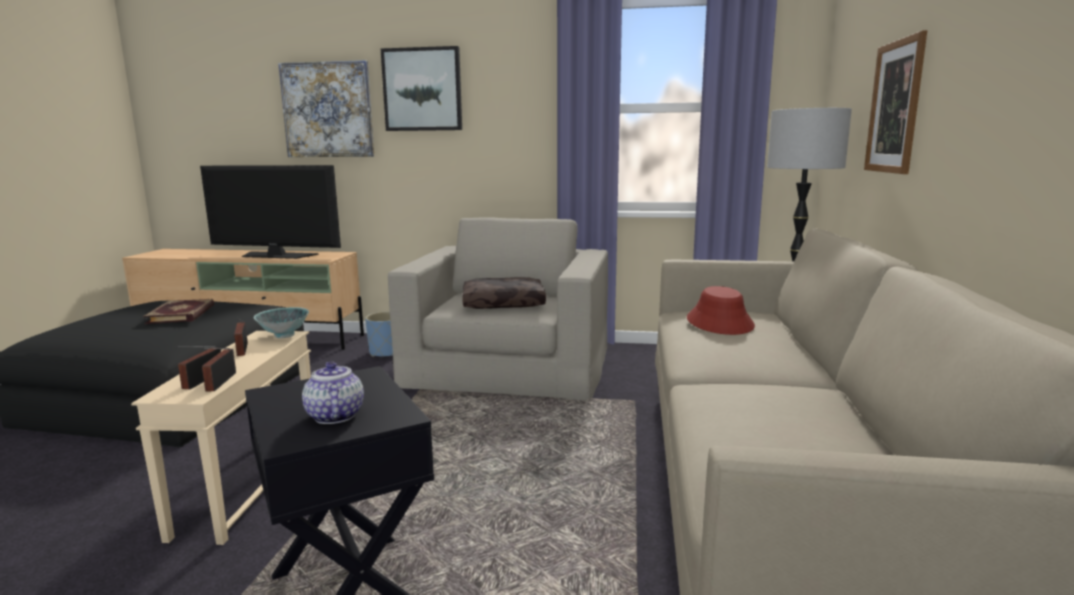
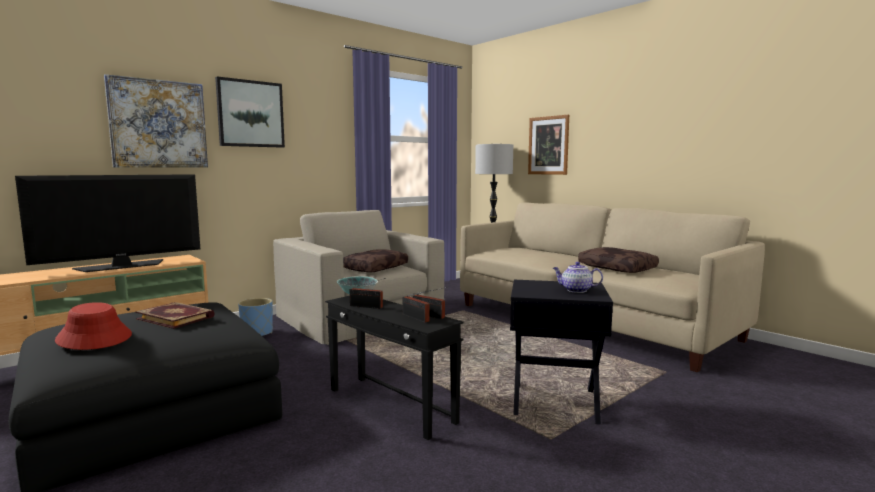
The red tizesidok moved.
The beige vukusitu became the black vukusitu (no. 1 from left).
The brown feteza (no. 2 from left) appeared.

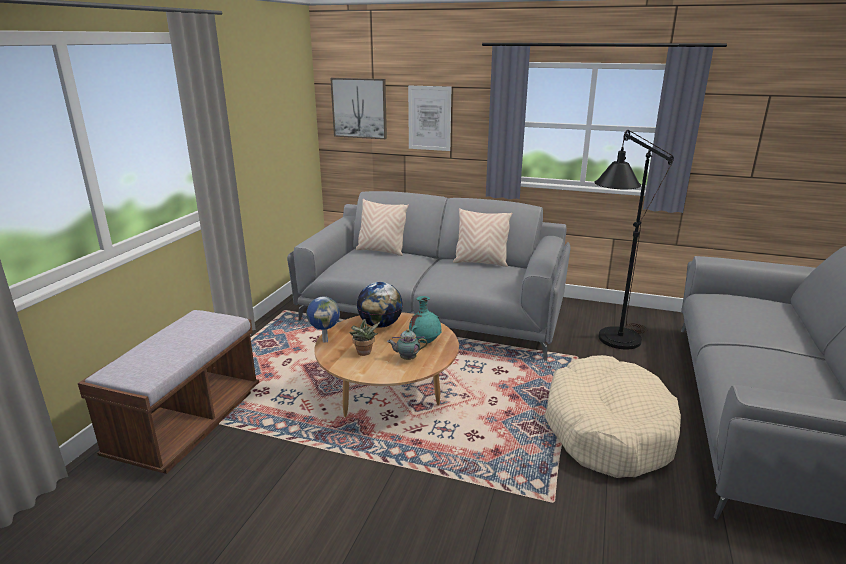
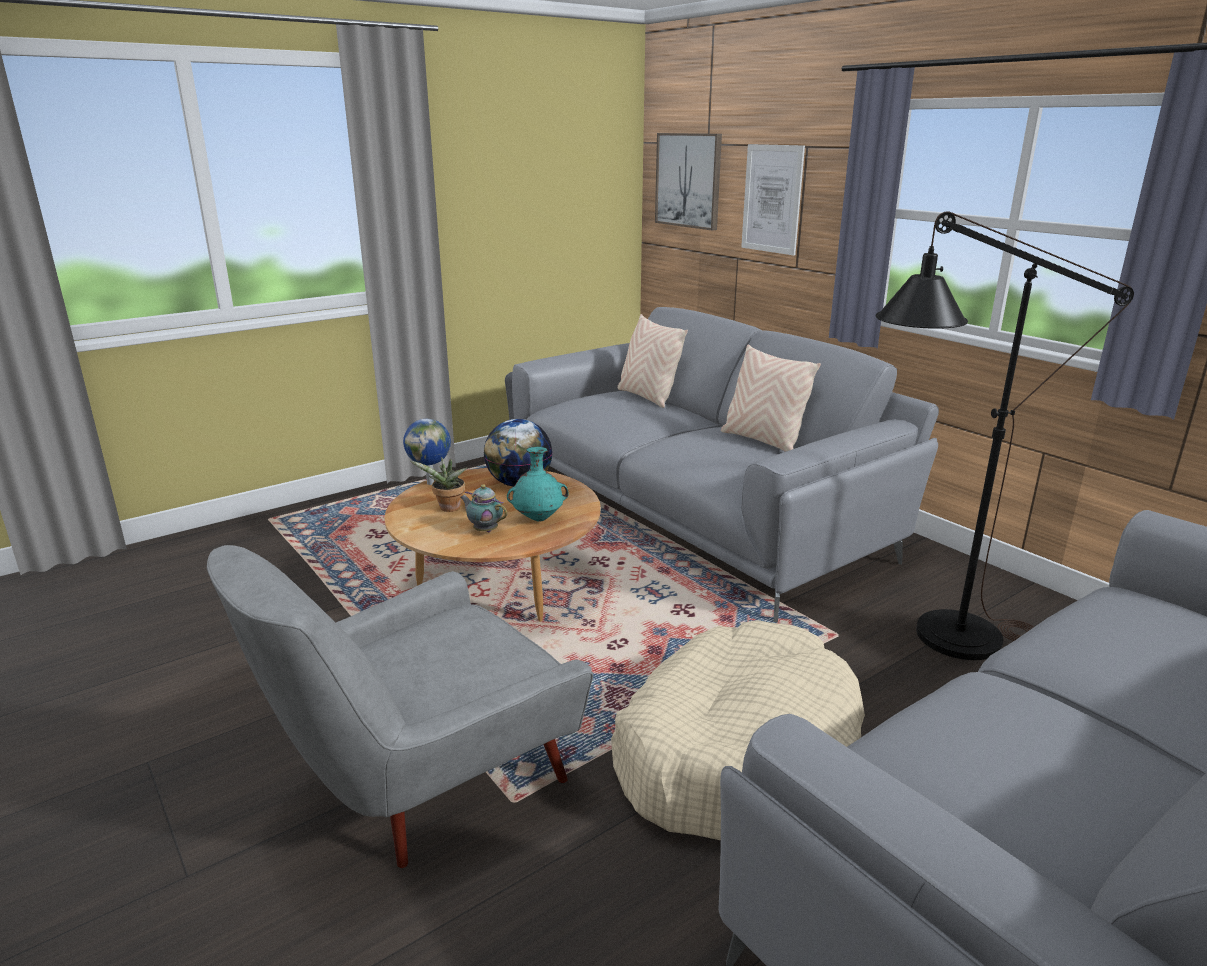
The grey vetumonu appeared.
The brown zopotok disappeared.

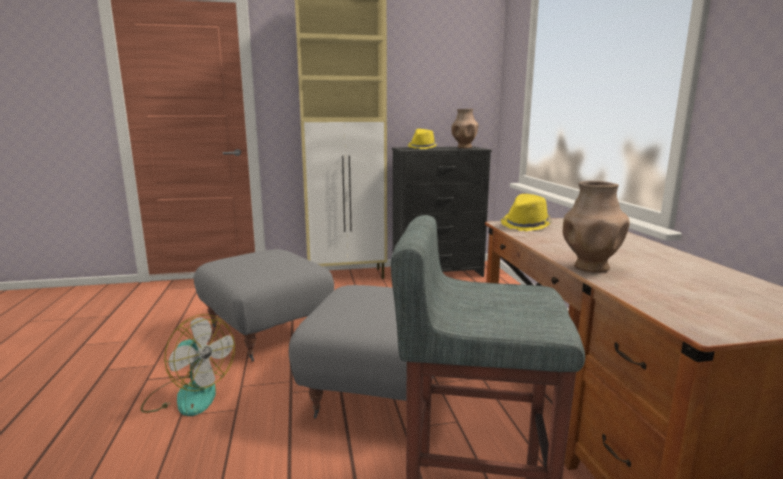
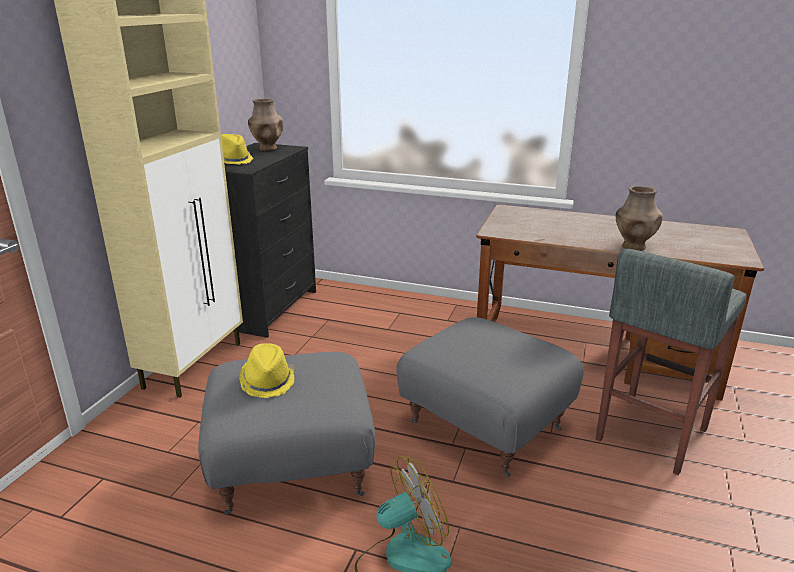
The yellow tizesidok (no. 2 from left) moved.

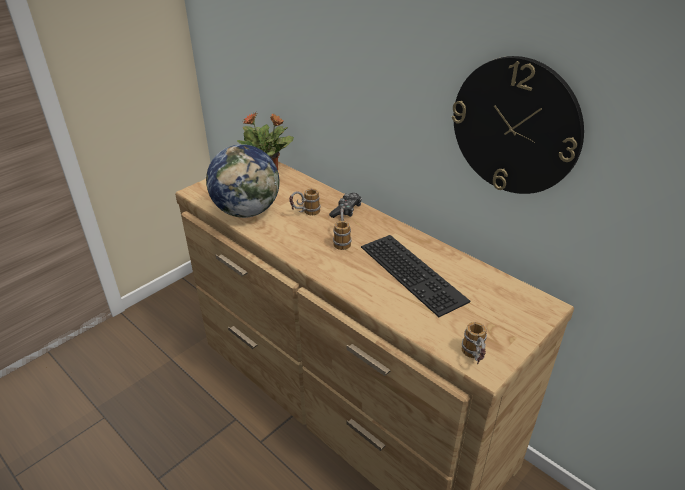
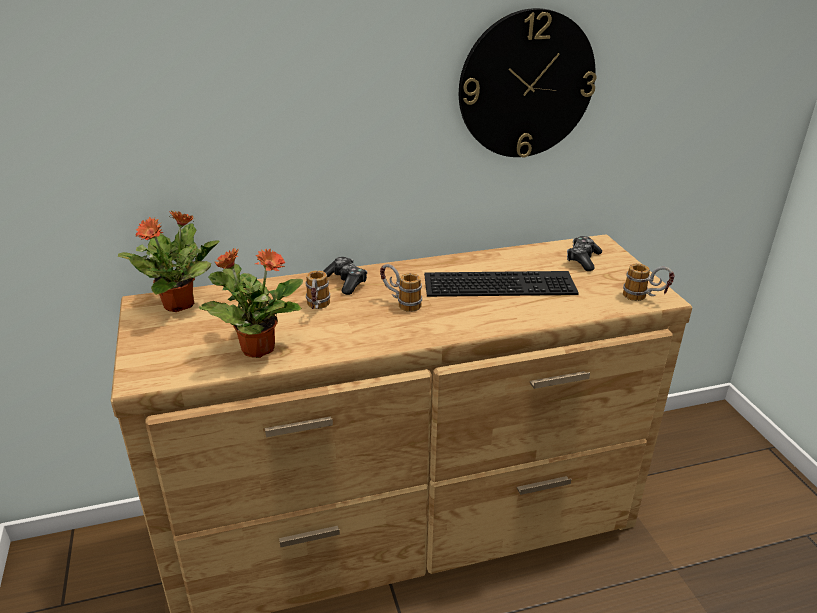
The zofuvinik was replaced by the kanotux (no. 2 from left).
The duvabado (no. 2 from left) appeared.

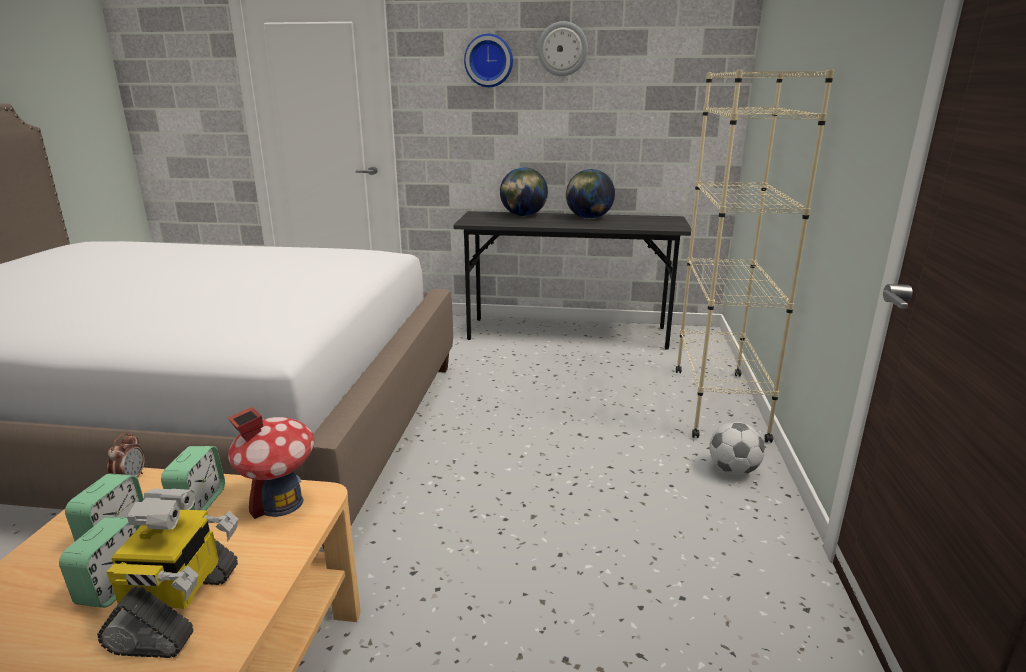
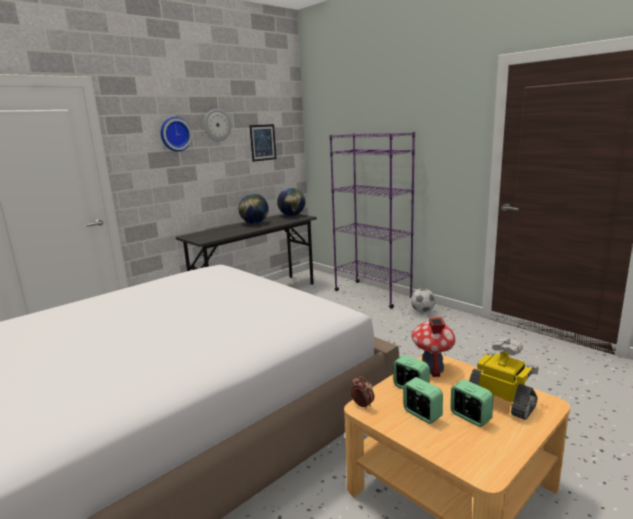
The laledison appeared.
The zofuvinik (no. 1 from left in the first image) moved.
The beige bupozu became the purple bupozu.

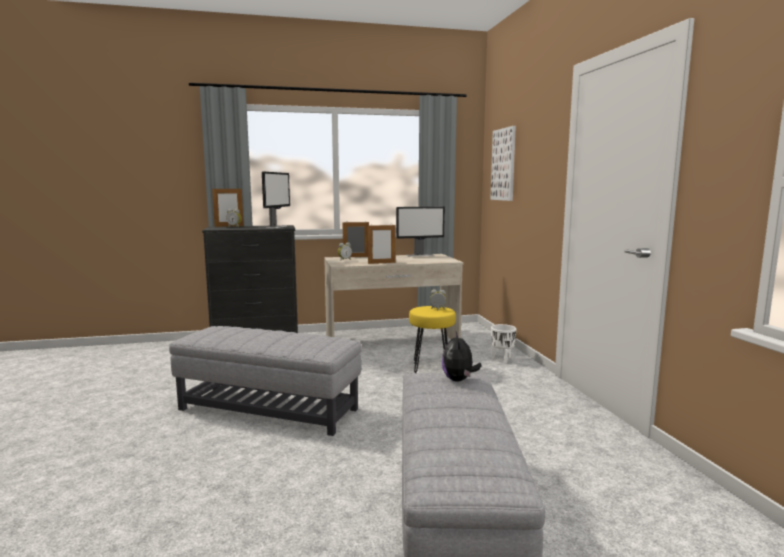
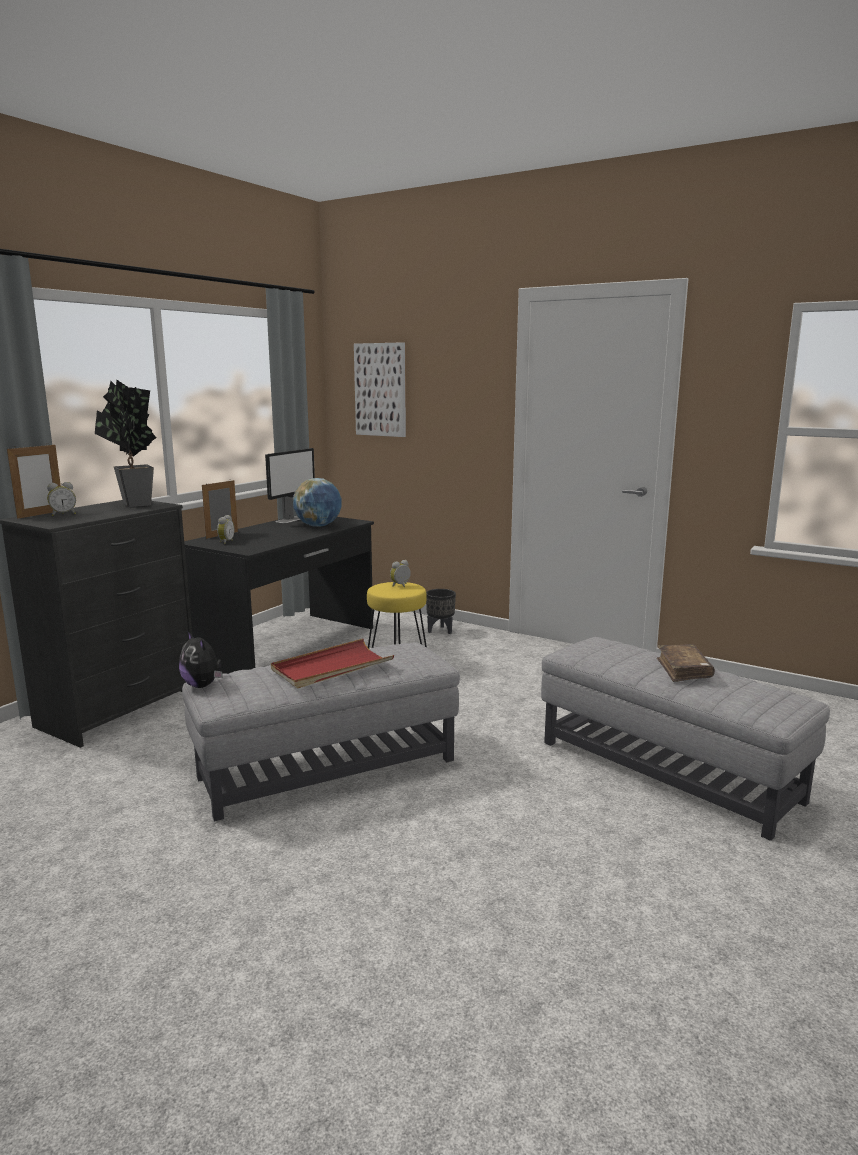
The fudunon (no. 1 from left) was replaced by the kanotux.
The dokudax moved.
The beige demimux became the black demimux.
The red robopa appeared.
The zofuvinik appeared.
The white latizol became the black latizol.
The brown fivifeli appeared.
The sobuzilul (no. 3 from left) disappeared.

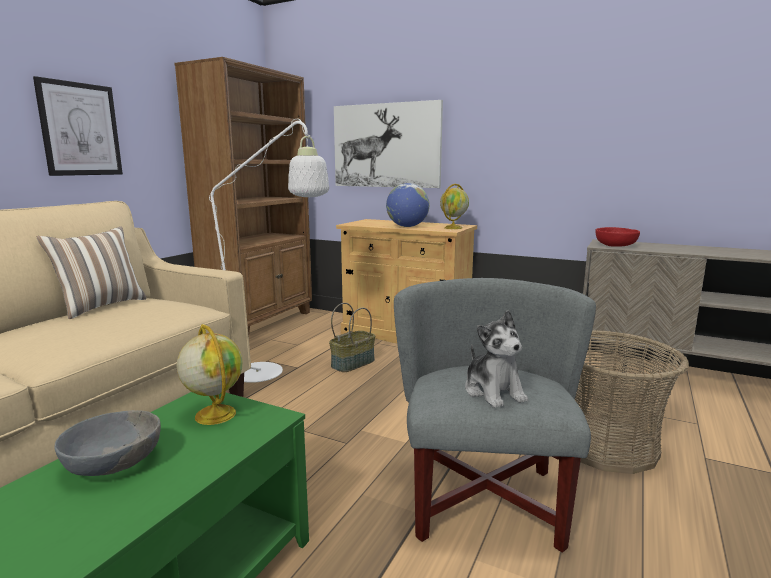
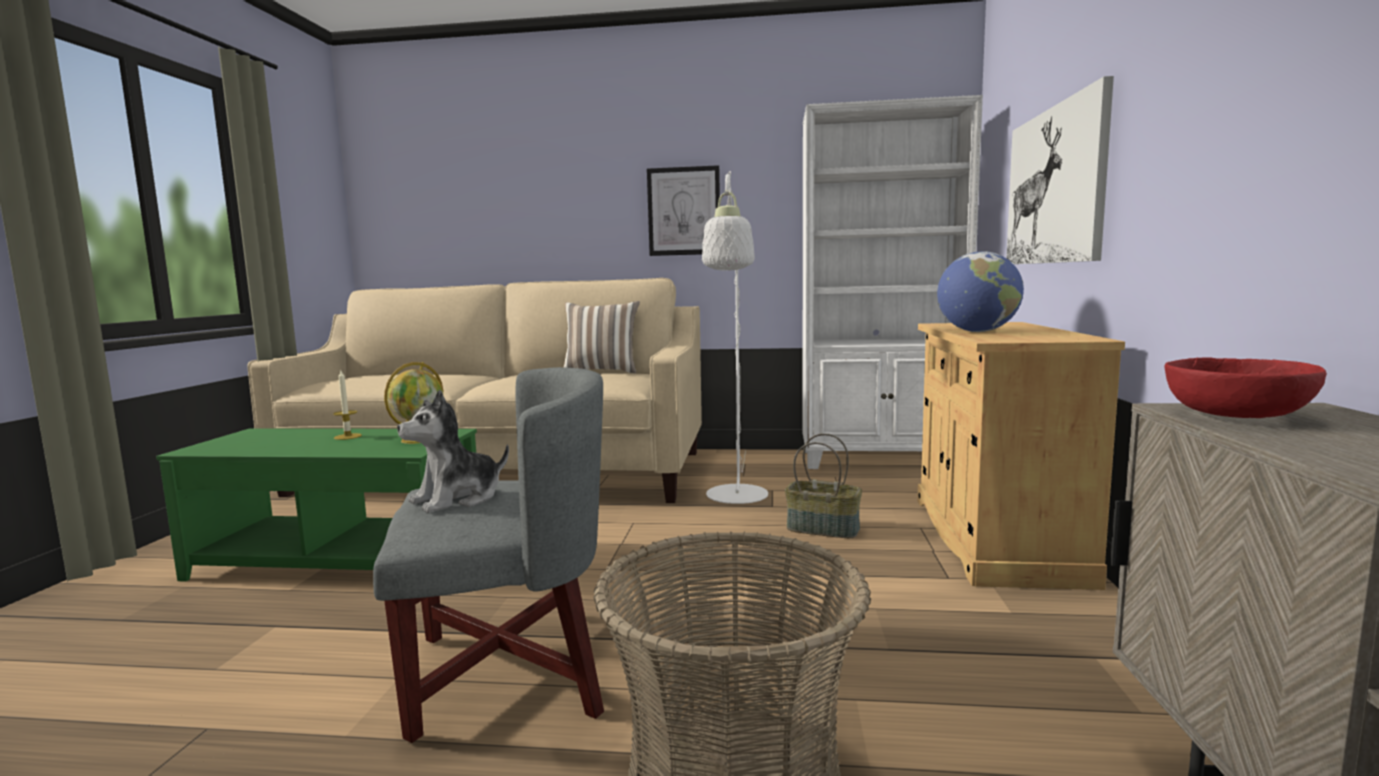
The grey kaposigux was replaced by the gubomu.
The brown bupozu became the white bupozu.
The zofuvinik (no. 3 from left) disappeared.

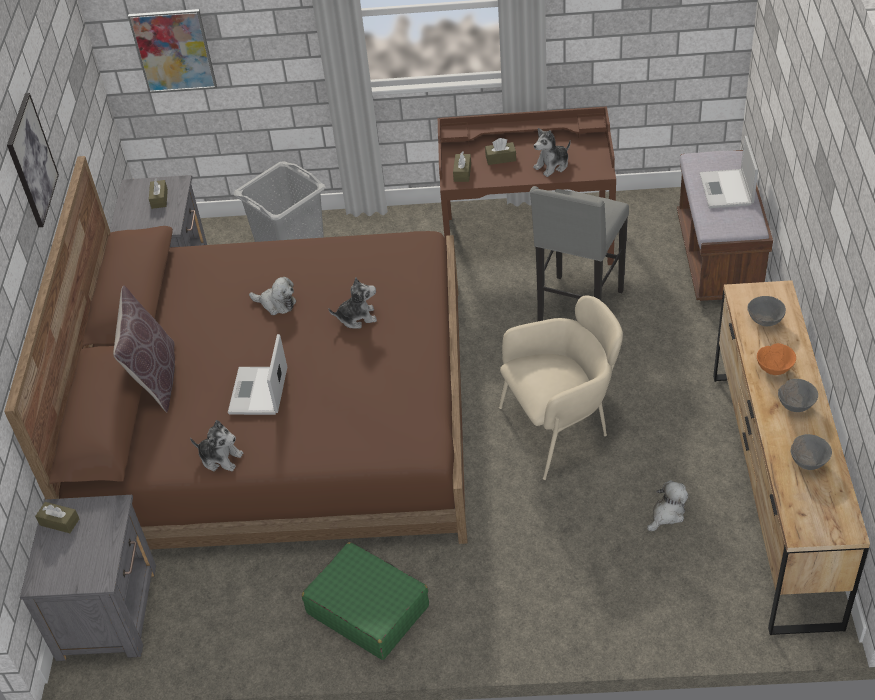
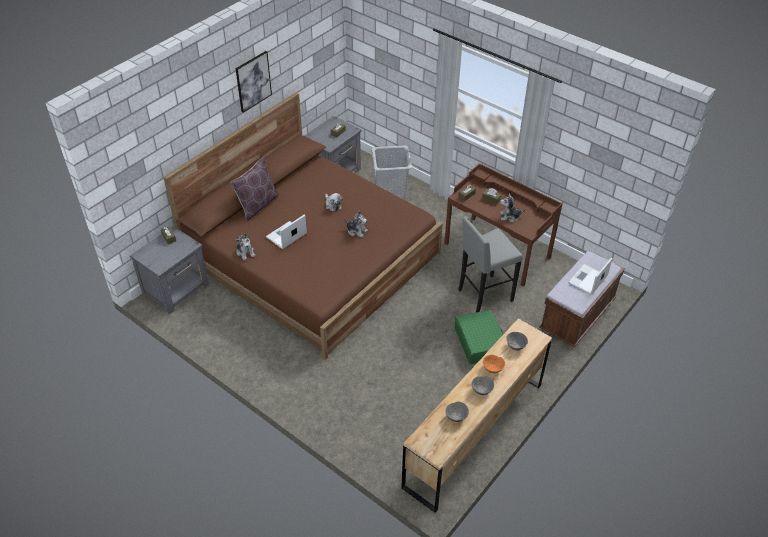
The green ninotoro moved.
The laledison (no. 2 from left) disappeared.
The beige vetumonu disappeared.
The dokudax (no. 5 from left) disappeared.

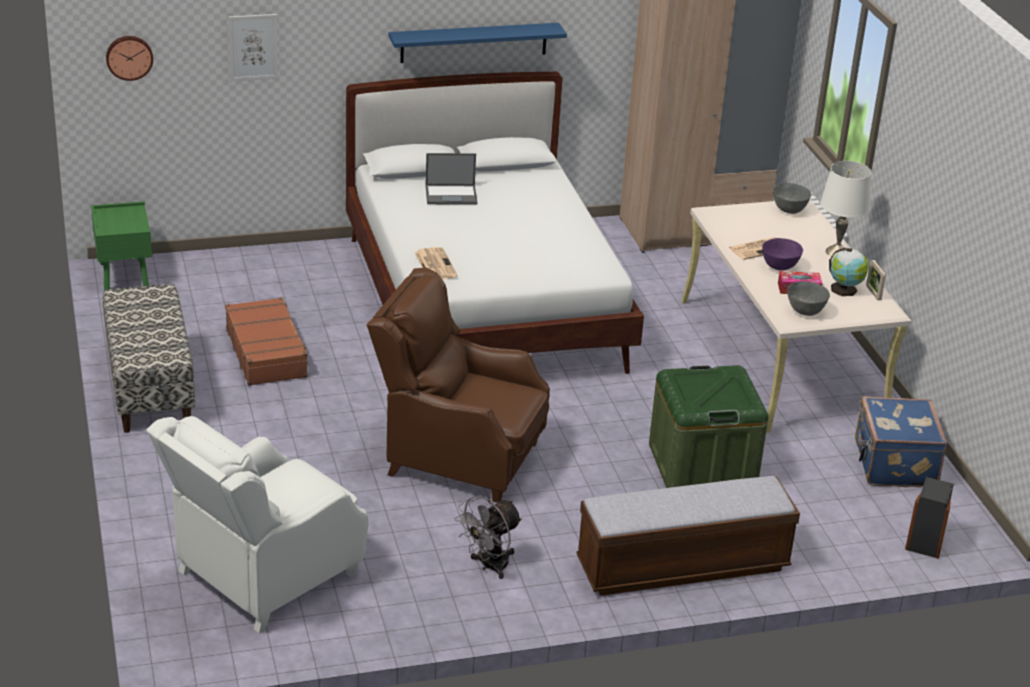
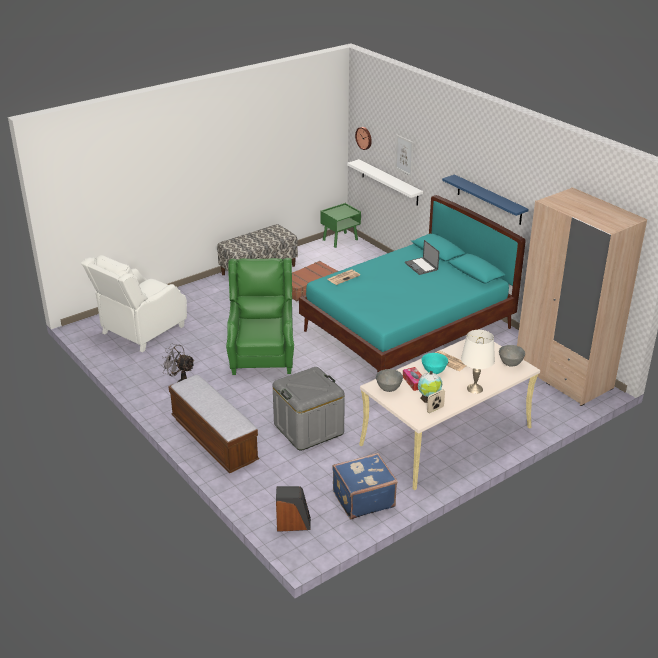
The white vetumonu turned 75 degrees counterclockwise.
The brown vetumonu became the green vetumonu.
The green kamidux became the grey kamidux.
The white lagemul became the turquoise lagemul.
The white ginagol appeared.
The purple kaposigux became the turquoise kaposigux.

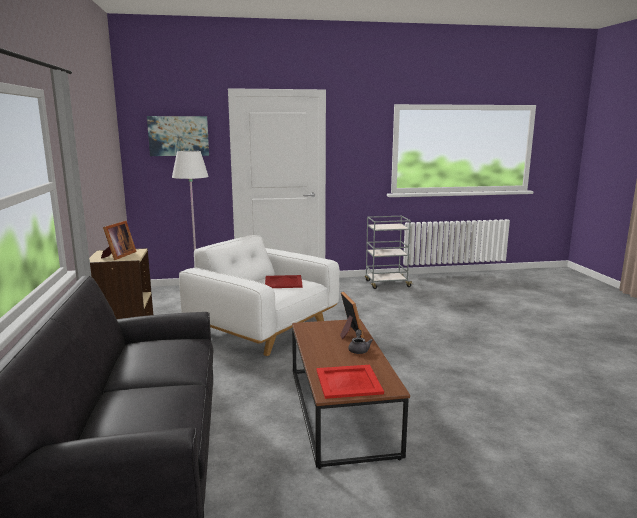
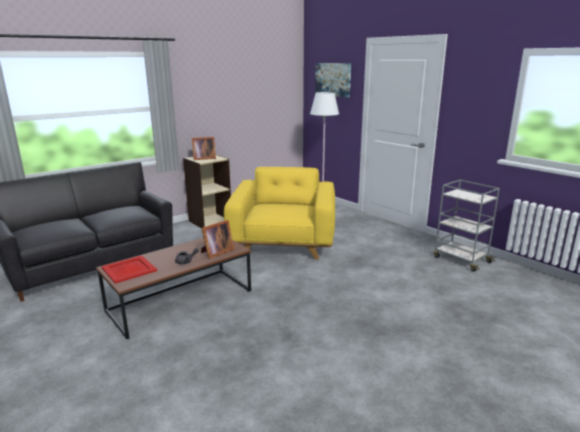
The white vetumonu became the yellow vetumonu.
The red robopa (no. 1 from left) disappeared.

